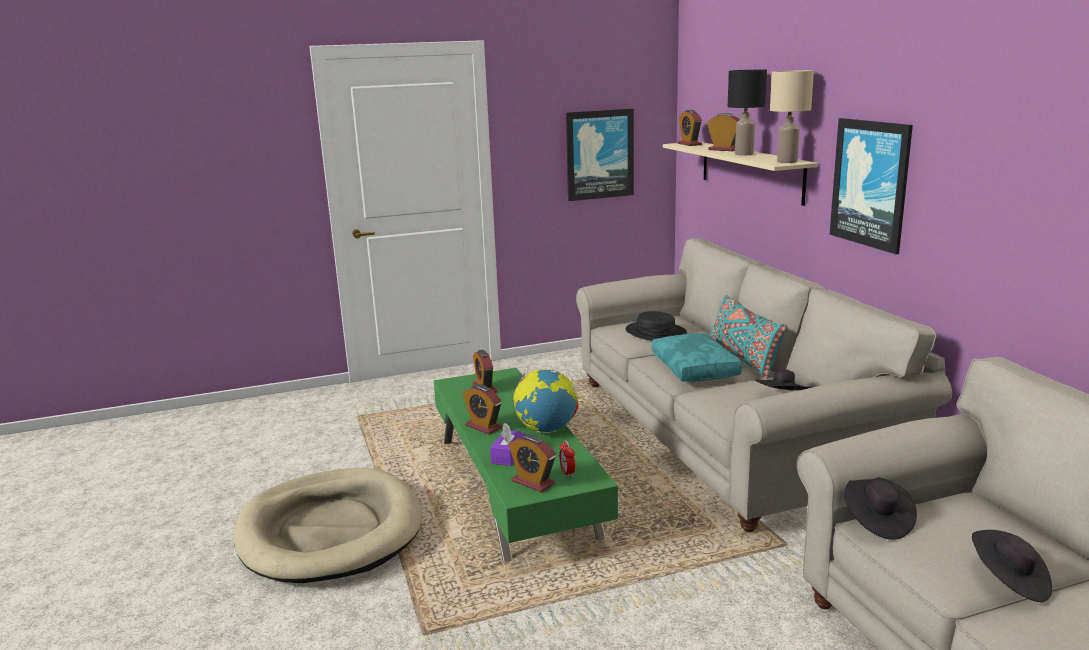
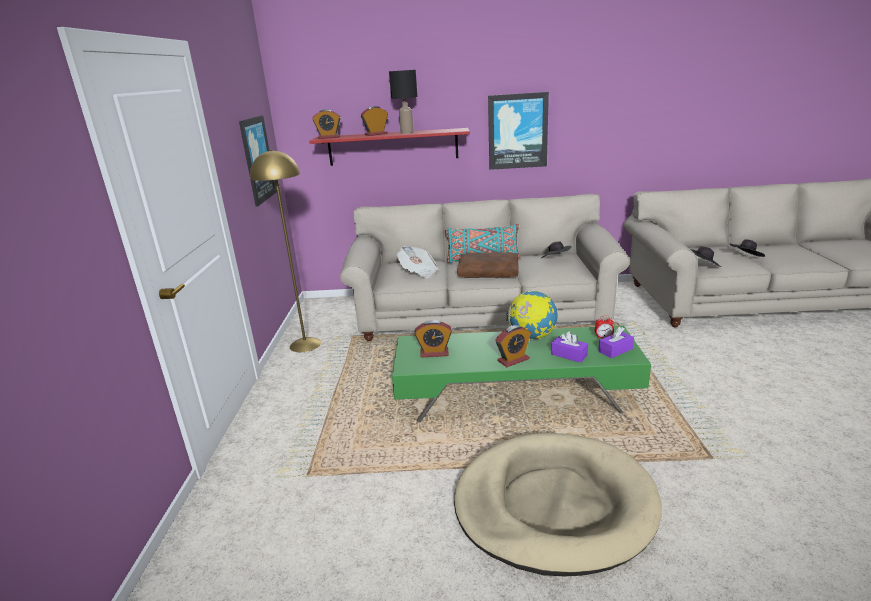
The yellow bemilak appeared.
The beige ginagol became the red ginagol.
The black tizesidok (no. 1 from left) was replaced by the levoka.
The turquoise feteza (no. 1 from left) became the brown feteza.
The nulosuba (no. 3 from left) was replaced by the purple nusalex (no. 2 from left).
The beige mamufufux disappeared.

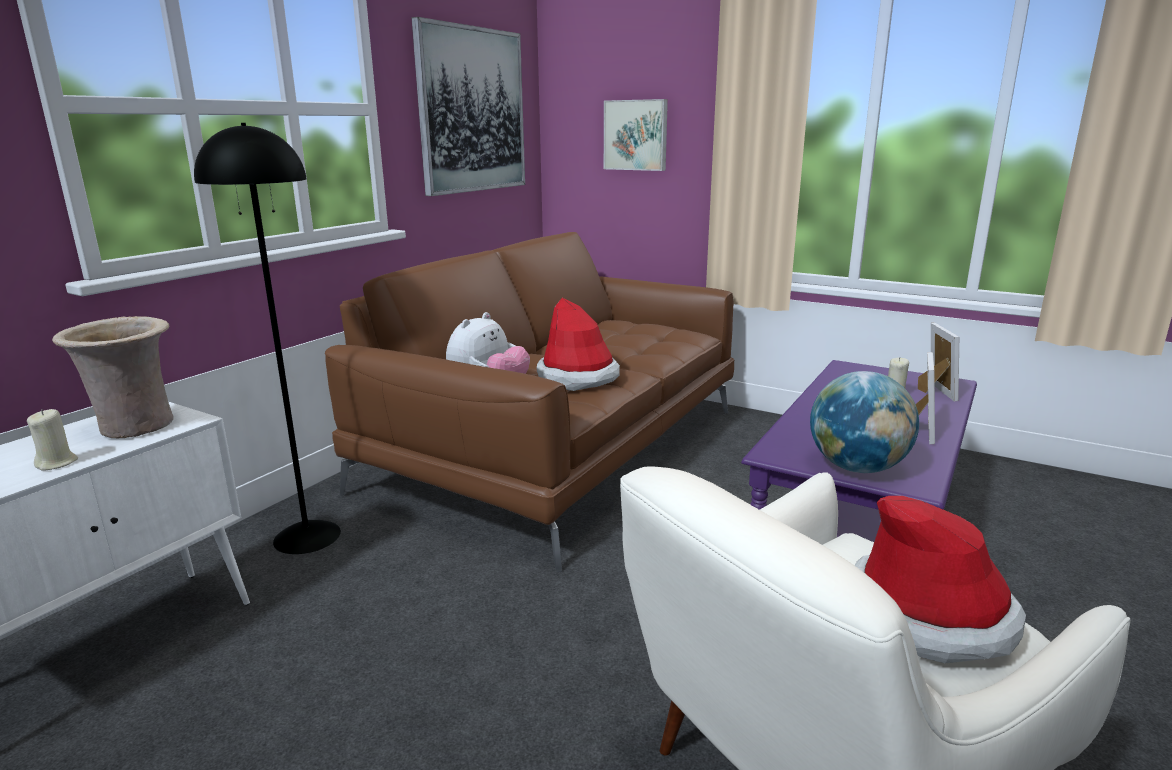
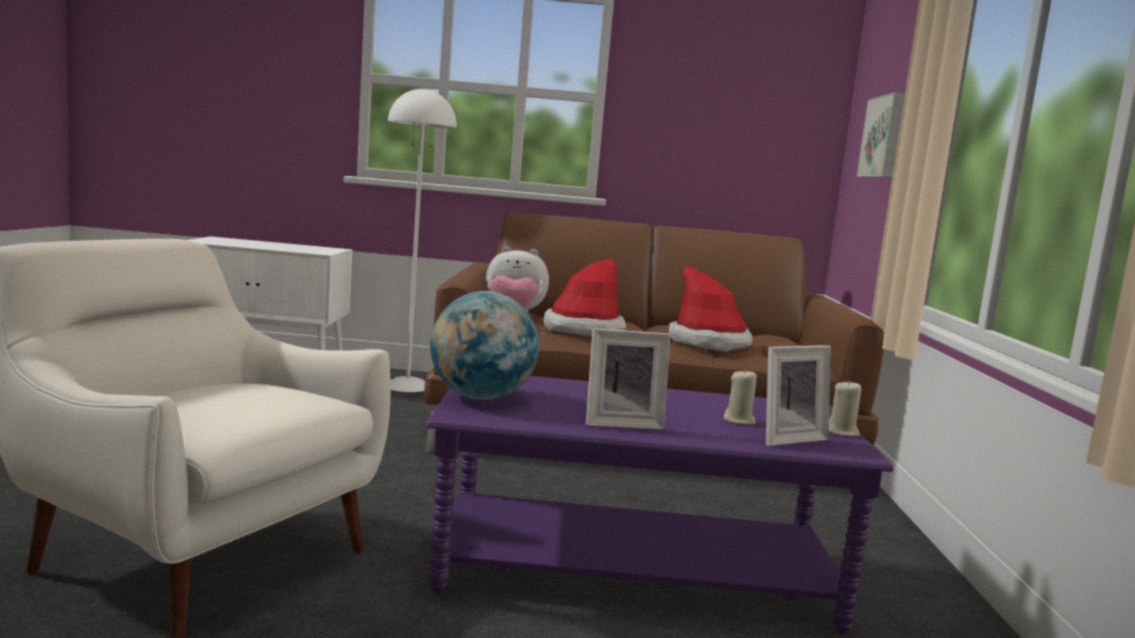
The black bemilak became the white bemilak.
The tizesidok (no. 2 from left) moved.
The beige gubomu (no. 1 from left in the first image) moved.
The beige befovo disappeared.
The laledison (no. 1 from left) disappeared.

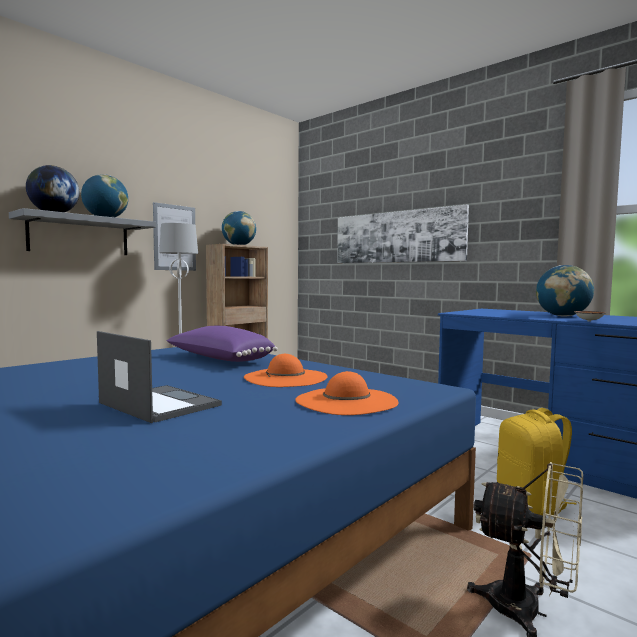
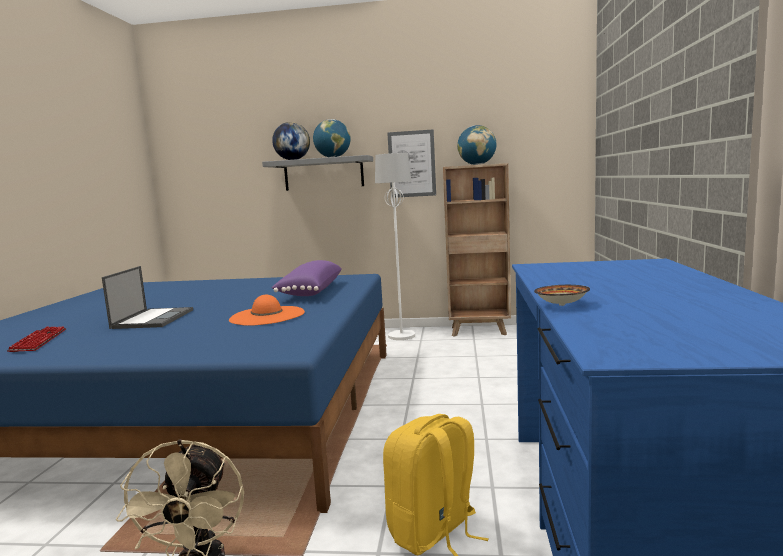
The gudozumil appeared.
The orange tizesidok (no. 2 from left) disappeared.
The laledison (no. 2 from left) disappeared.
The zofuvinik (no. 4 from left) disappeared.

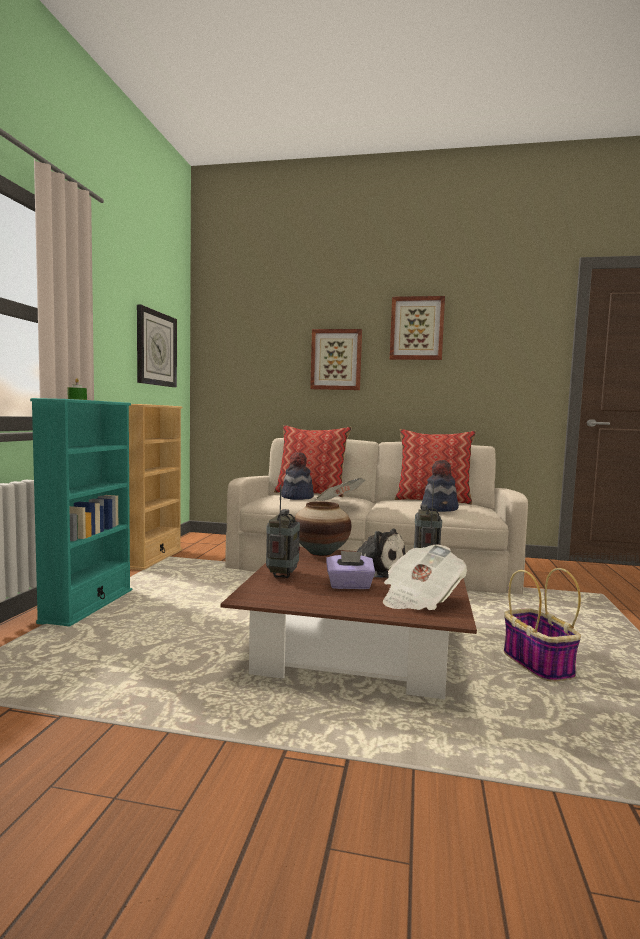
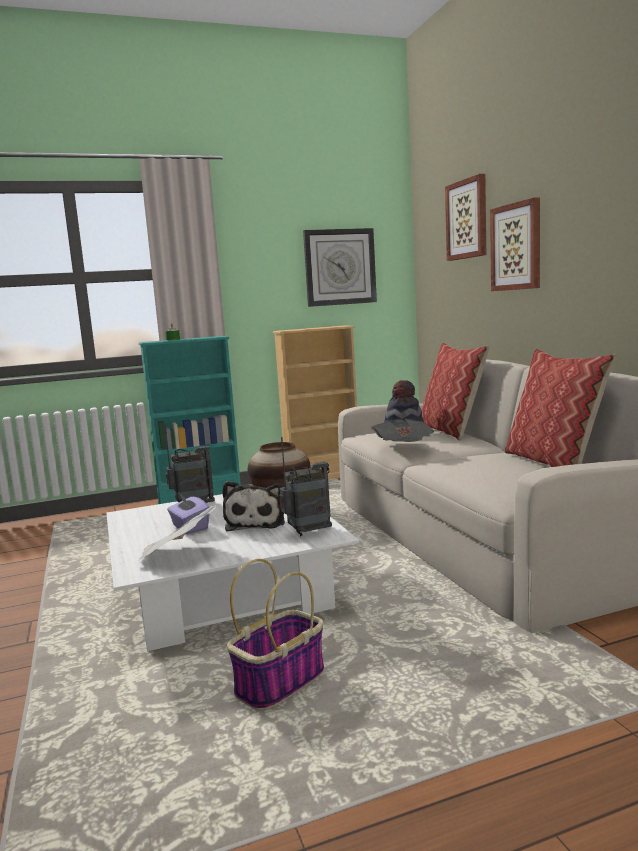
The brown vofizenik became the white vofizenik.
The laledison (no. 2 from left in the first image) moved.
The tizesidok (no. 2 from left) disappeared.

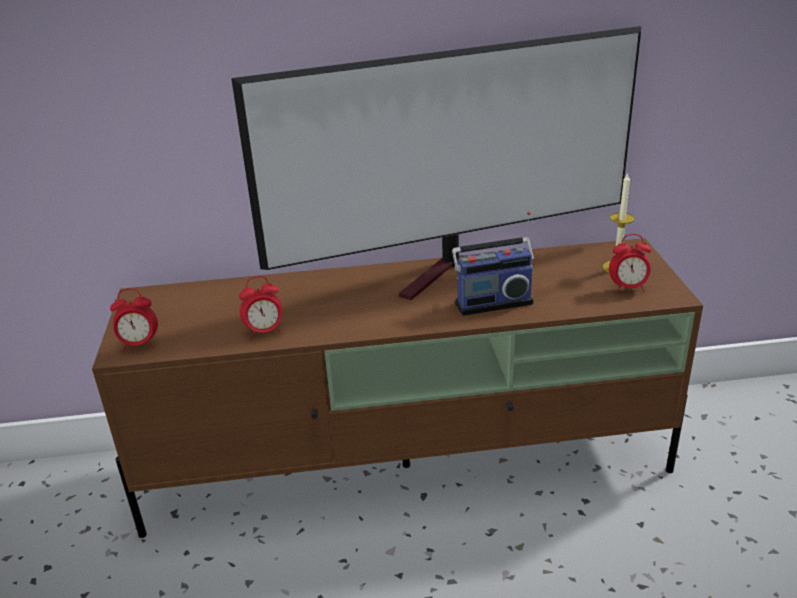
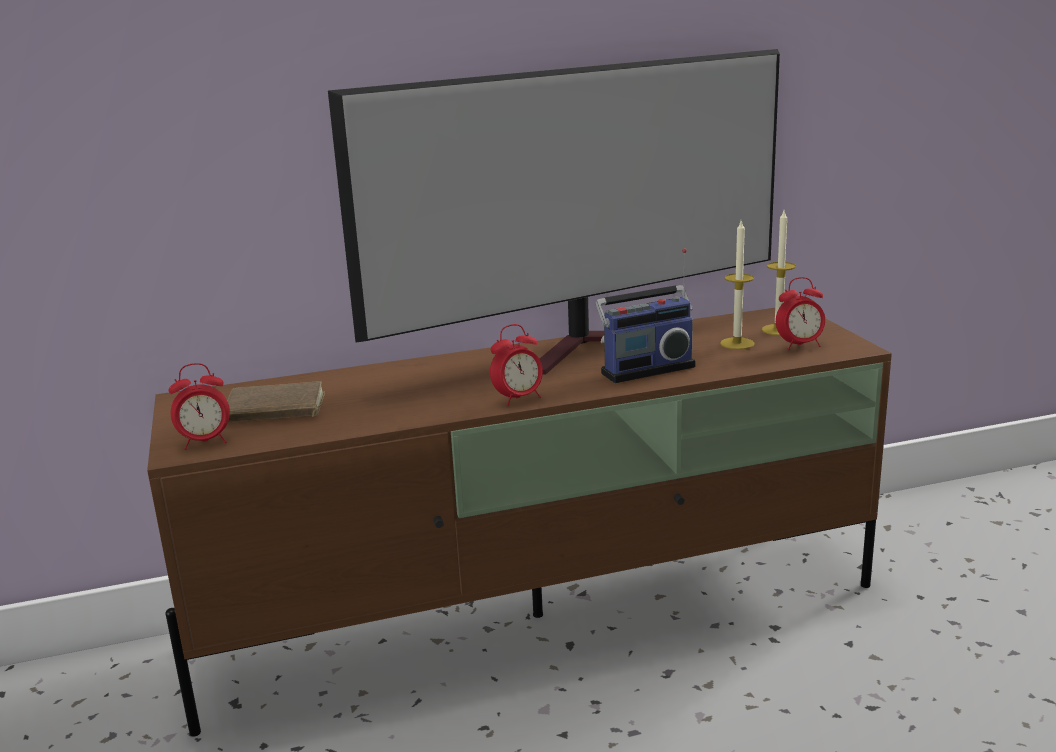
The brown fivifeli appeared.
The nulosuba (no. 2 from left) moved.
The gubomu (no. 1 from left) appeared.

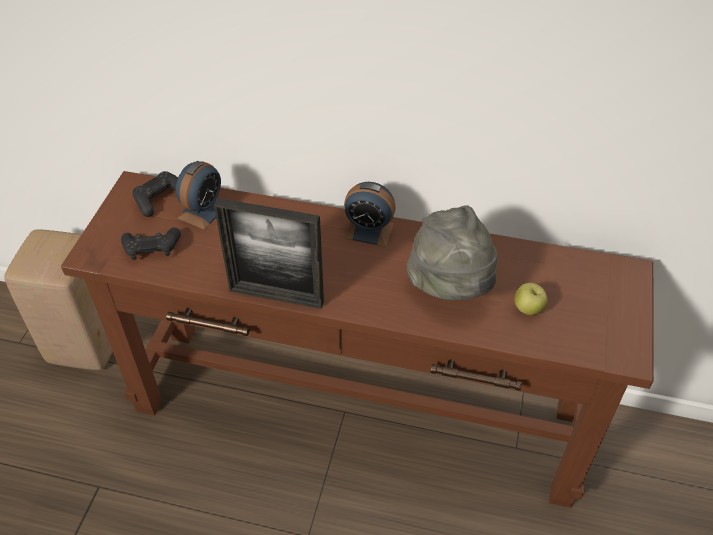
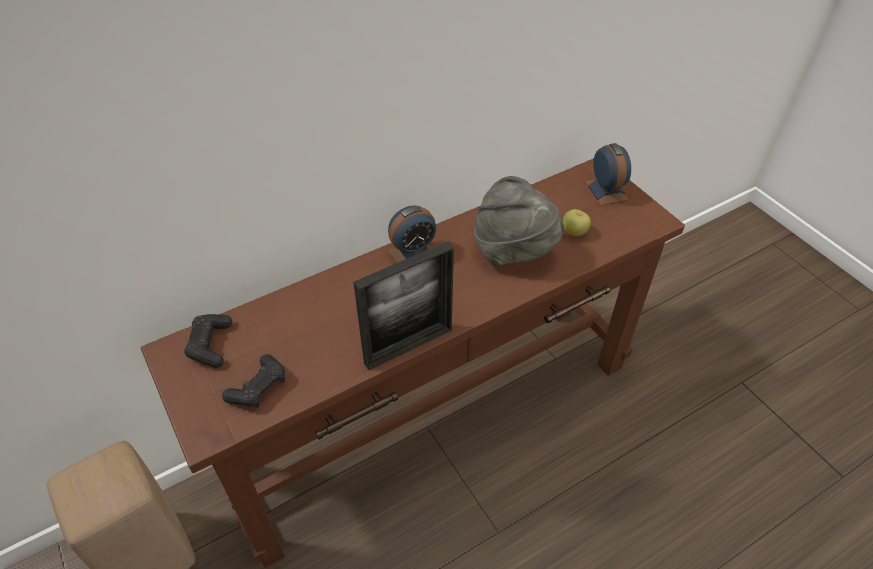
The nulosuba (no. 1 from left in the first image) moved.

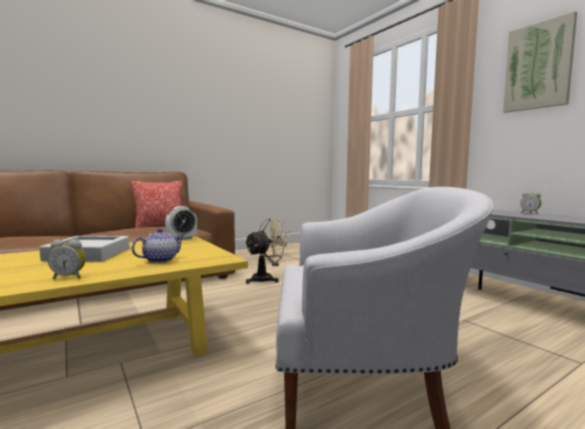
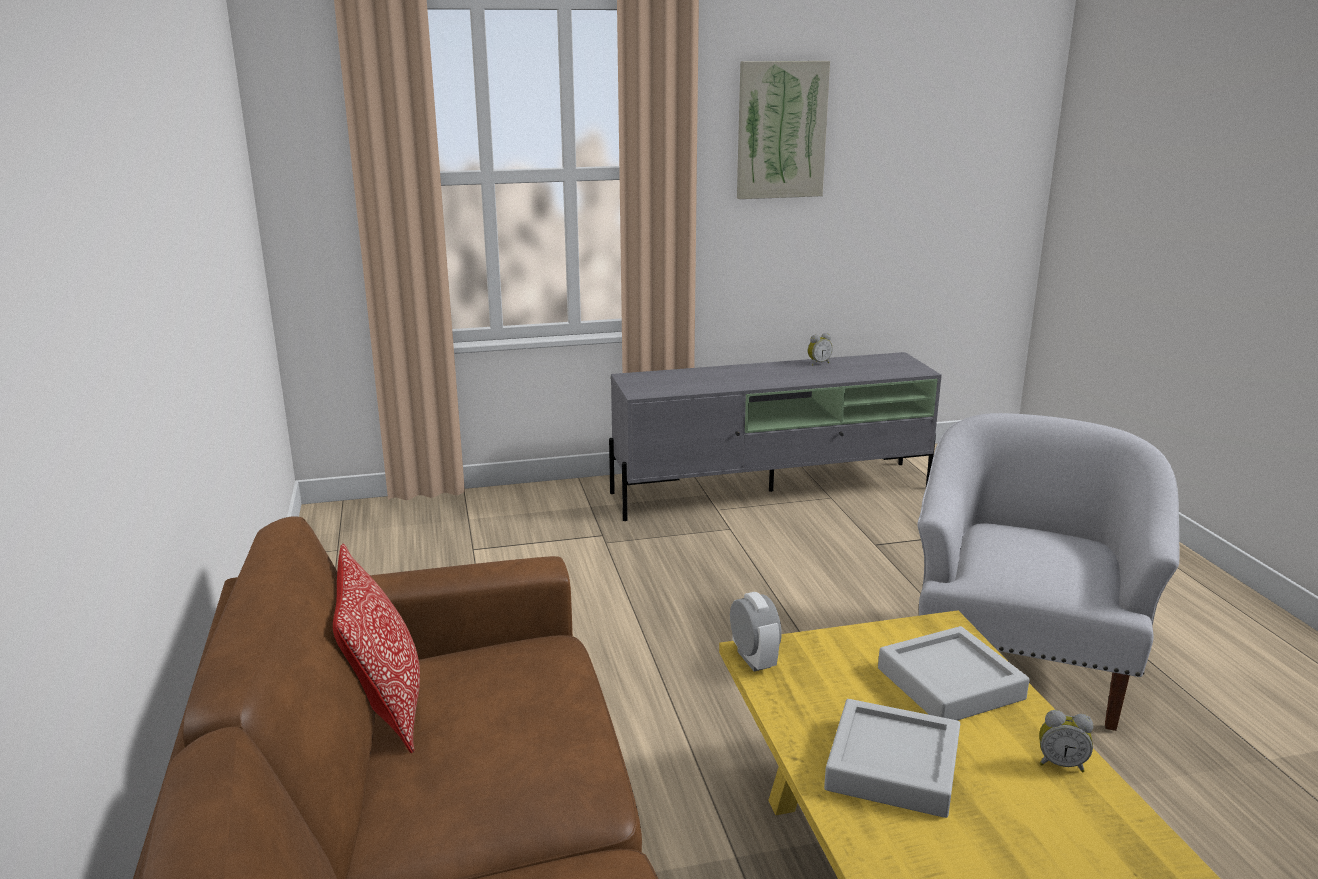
The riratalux was replaced by the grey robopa (no. 2 from left).
The nulosuba (no. 1 from left in the first image) turned 90 degrees clockwise.
The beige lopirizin disappeared.

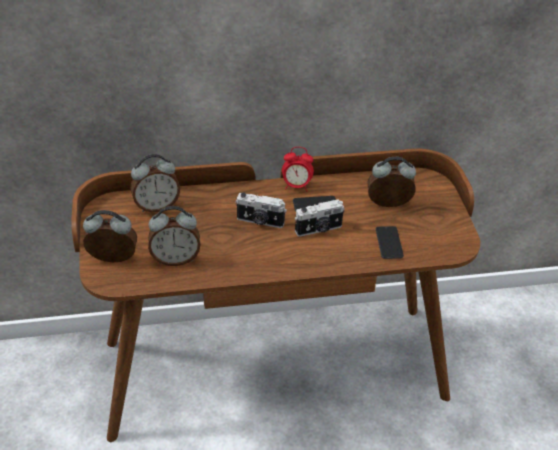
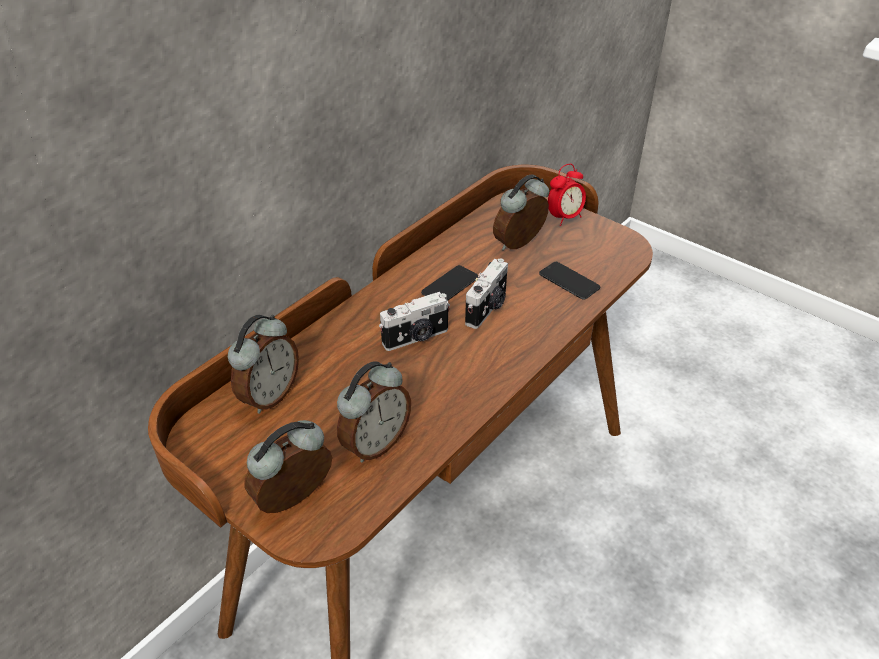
The nulosuba (no. 4 from left in the first image) moved.

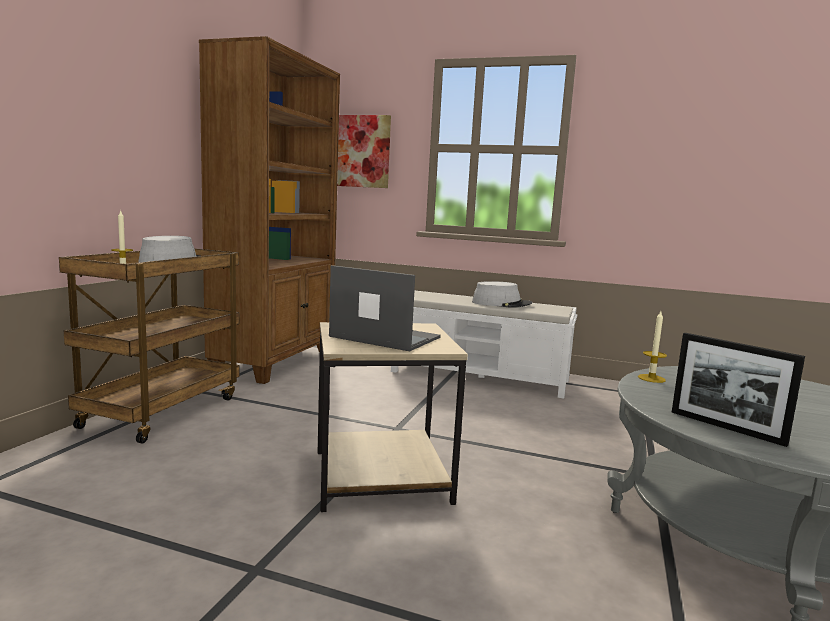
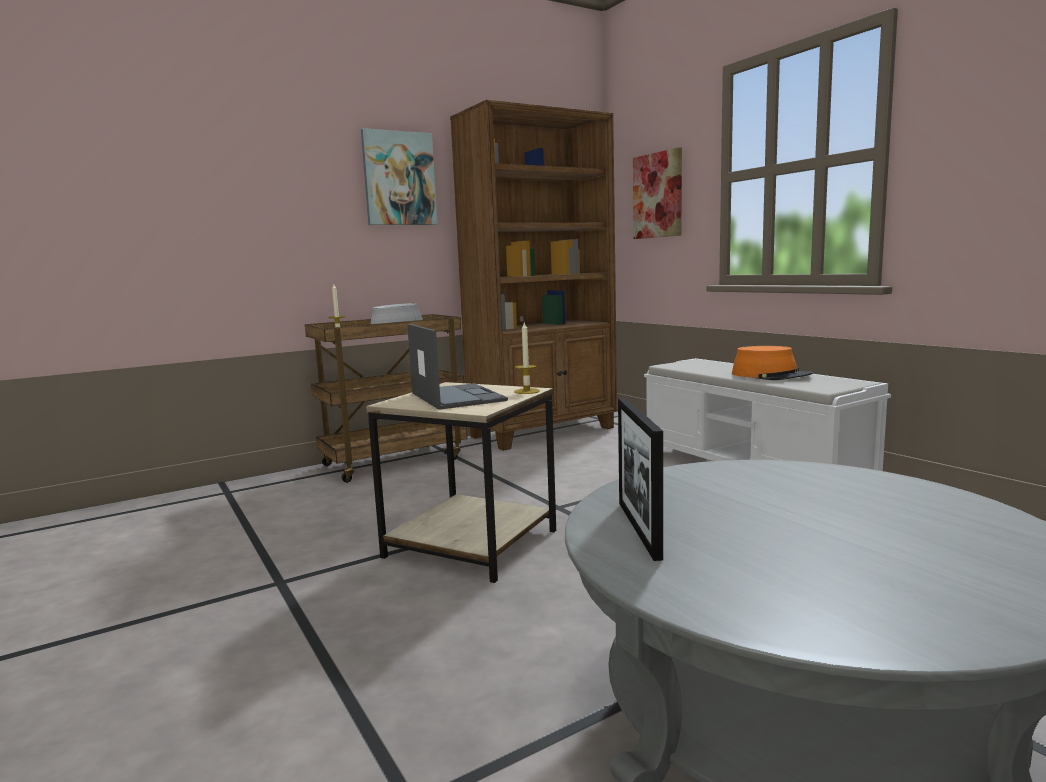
The laledison (no. 1 from left) appeared.
The gubomu (no. 2 from left) moved.
The grey tizesidok (no. 2 from left) became the orange tizesidok.

